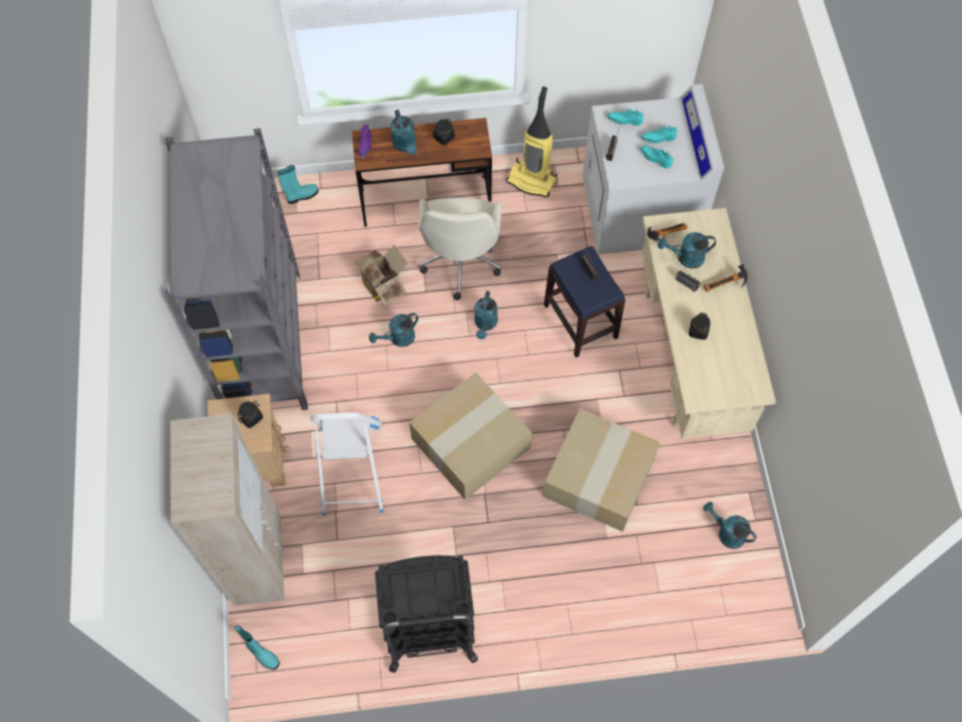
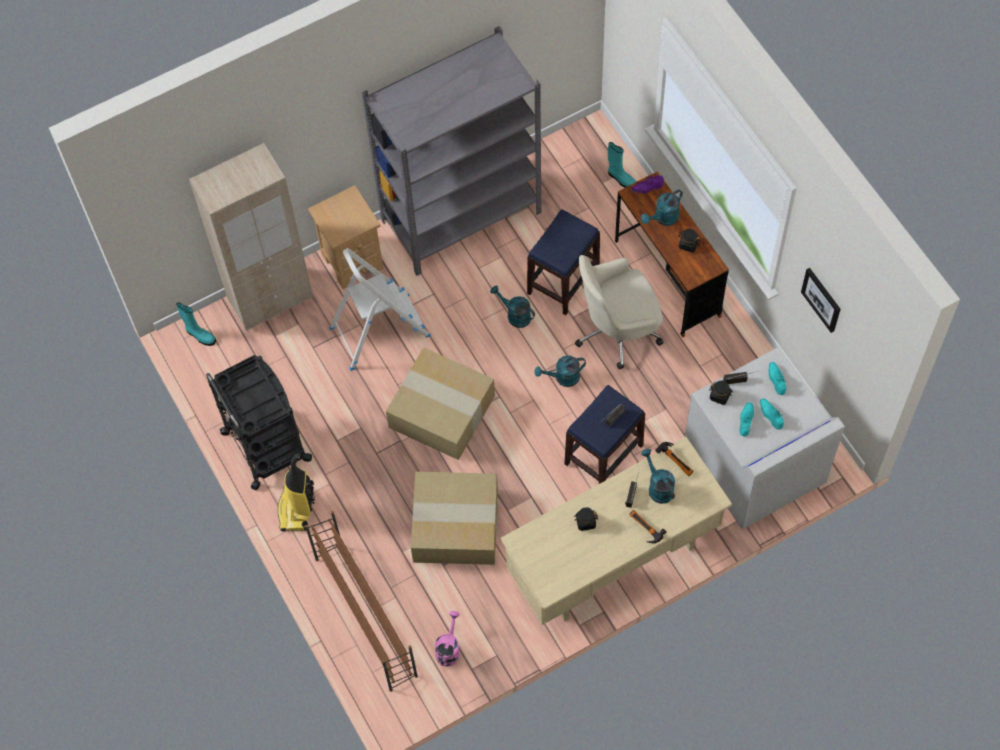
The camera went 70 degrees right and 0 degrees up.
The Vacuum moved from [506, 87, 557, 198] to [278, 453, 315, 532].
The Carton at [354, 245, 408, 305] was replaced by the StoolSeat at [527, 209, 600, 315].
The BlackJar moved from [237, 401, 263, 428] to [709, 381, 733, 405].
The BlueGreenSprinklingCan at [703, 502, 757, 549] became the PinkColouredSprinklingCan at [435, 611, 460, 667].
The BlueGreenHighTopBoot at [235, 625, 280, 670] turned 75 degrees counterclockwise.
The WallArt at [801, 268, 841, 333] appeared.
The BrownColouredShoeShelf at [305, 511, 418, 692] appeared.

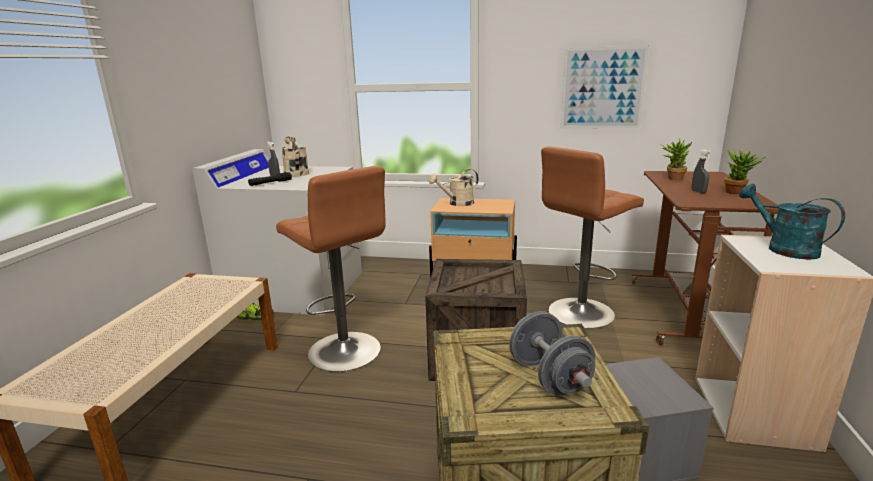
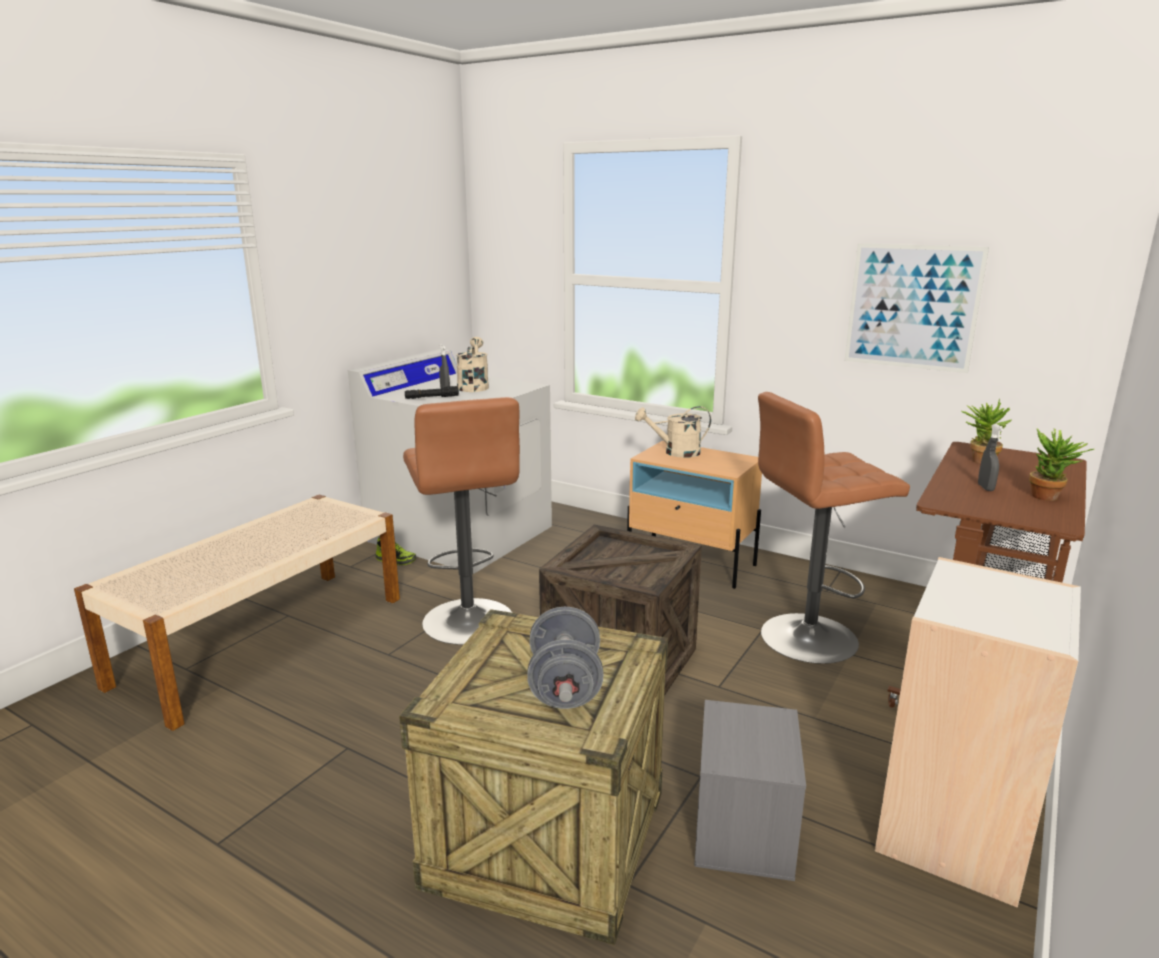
The camera went 20 degrees right and 0 degrees up.
The BlueGreenSprinklingCan at [739, 184, 845, 260] disappeared.

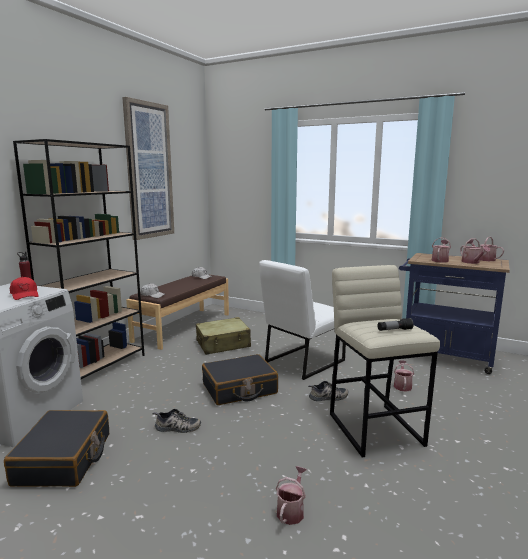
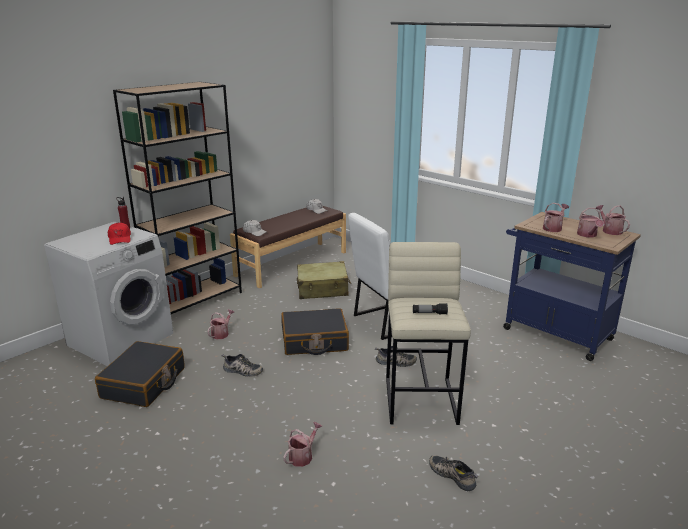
The camera went 15 degrees right and 10 degrees up.
The WallArt at [122, 97, 174, 240] disappeared.
The SprinklingCan moved from [394, 360, 414, 392] to [207, 309, 234, 339].
The Shoe at [429, 456, 478, 491] appeared.

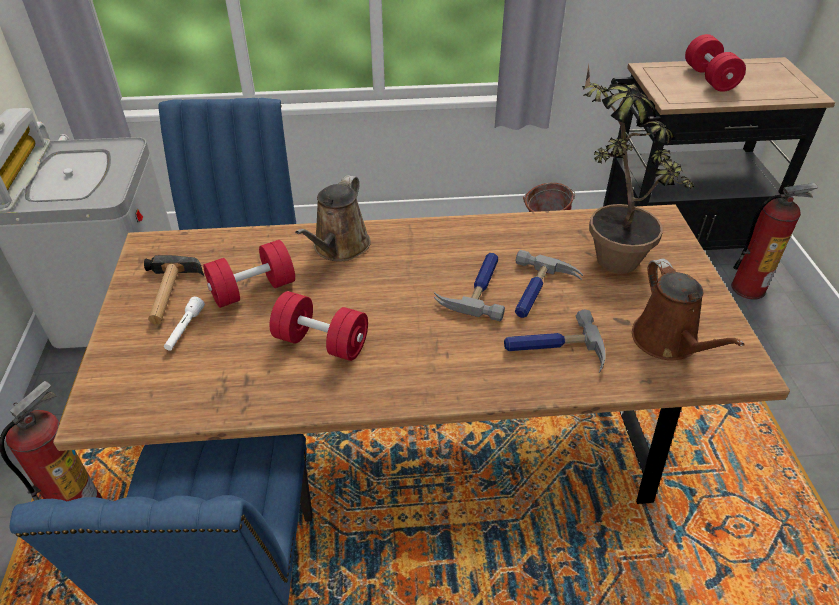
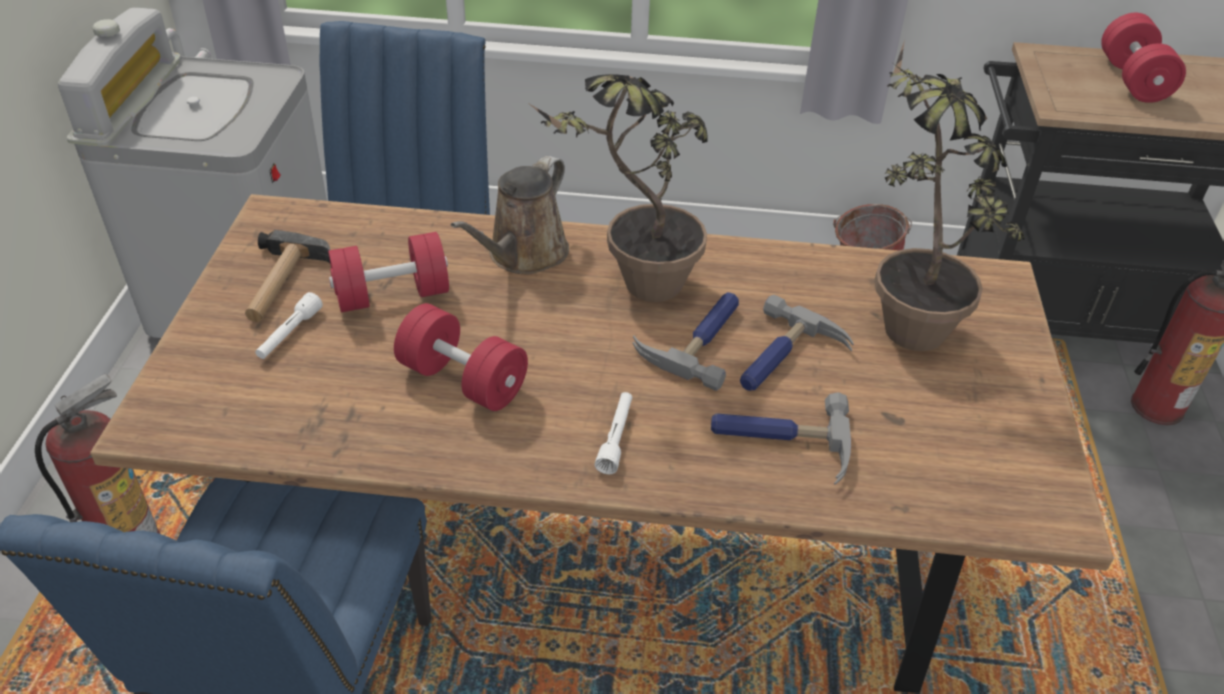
The camera went 10 degrees right and 0 degrees up.
The BrownColouredSprinklingCan at [632, 259, 745, 360] disappeared.
The PottedPlant at [528, 74, 708, 302] appeared.
The WhiteColouredTorch at [594, 392, 633, 474] appeared.

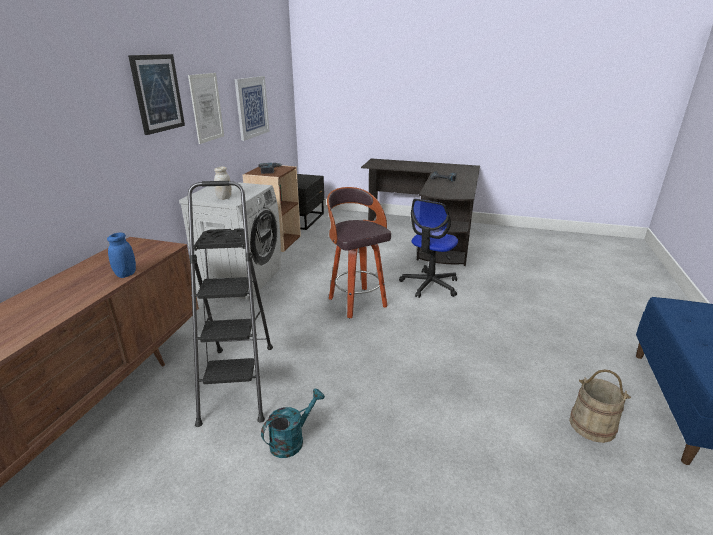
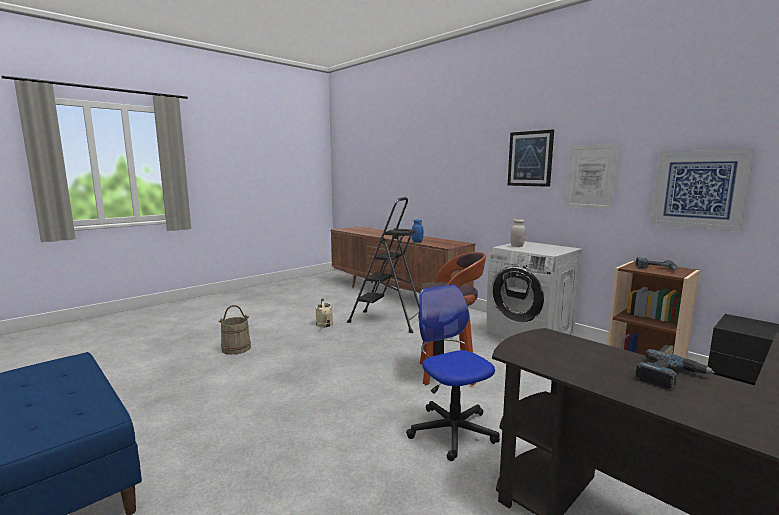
The camera went 120 degrees right and 15 degrees down.
The BeigePail moved from [569, 369, 631, 443] to [218, 305, 251, 355].
The BlueGreenSprinklingCan at [261, 389, 325, 458] became the BeigeSprinklingCan at [315, 299, 333, 327].

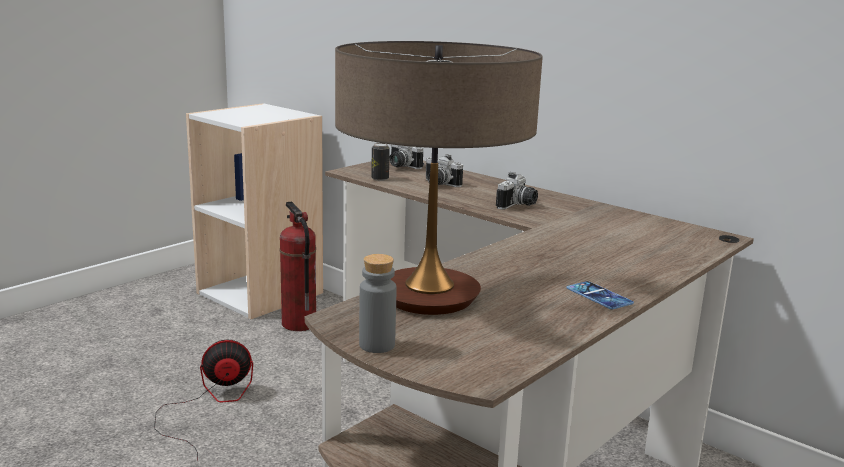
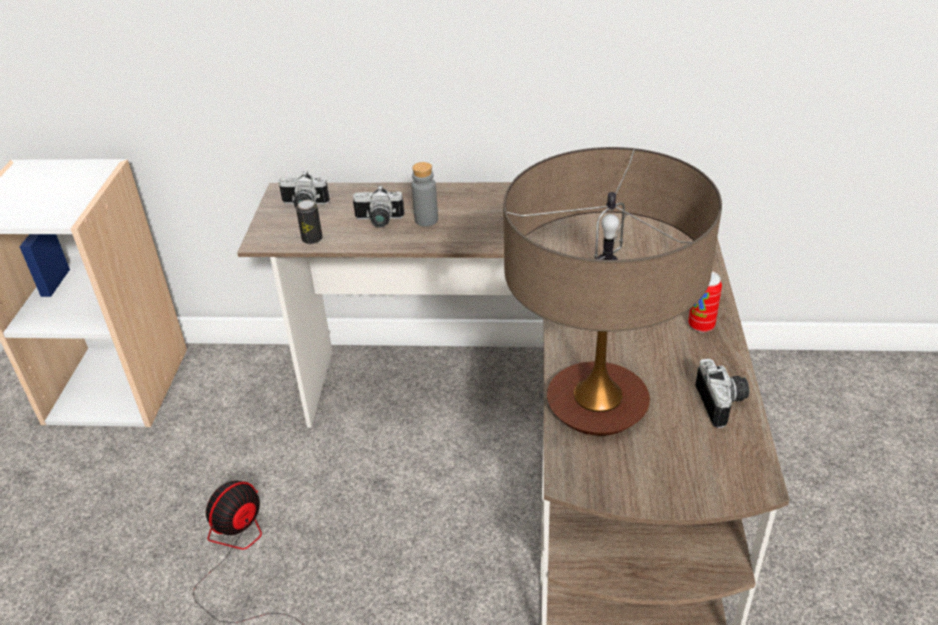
The camera went 35 degrees left and 20 degrees up.
The PhotoCamera moved from [496, 172, 538, 210] to [695, 359, 749, 428].
The FireExtinguisher at [280, 202, 316, 331] disappeared.
The GreyishBottle moved from [359, 254, 397, 353] to [411, 162, 438, 227].
The Telephone at [566, 281, 634, 309] was replaced by the SealedCan at [688, 271, 722, 332].

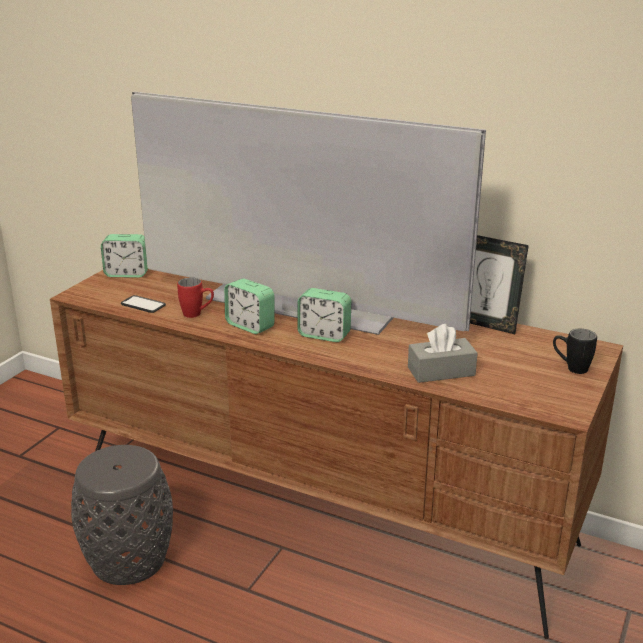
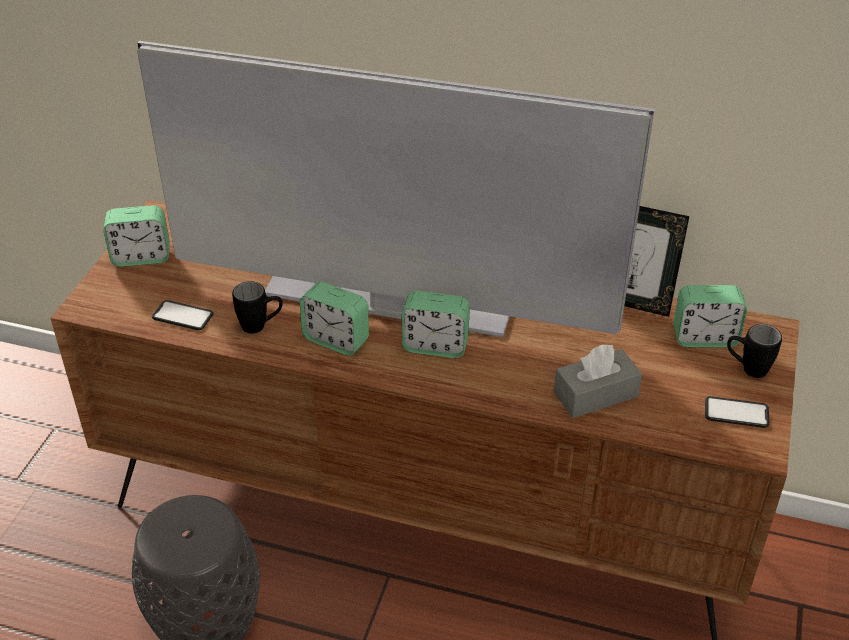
The camera went 10 degrees left and 15 degrees up.
The ReddishTeaMug at [177, 278, 214, 318] became the BlackTeaMug at [232, 281, 283, 334].
The TableClock at [673, 285, 747, 347] appeared.
The Telephone at [705, 396, 770, 428] appeared.

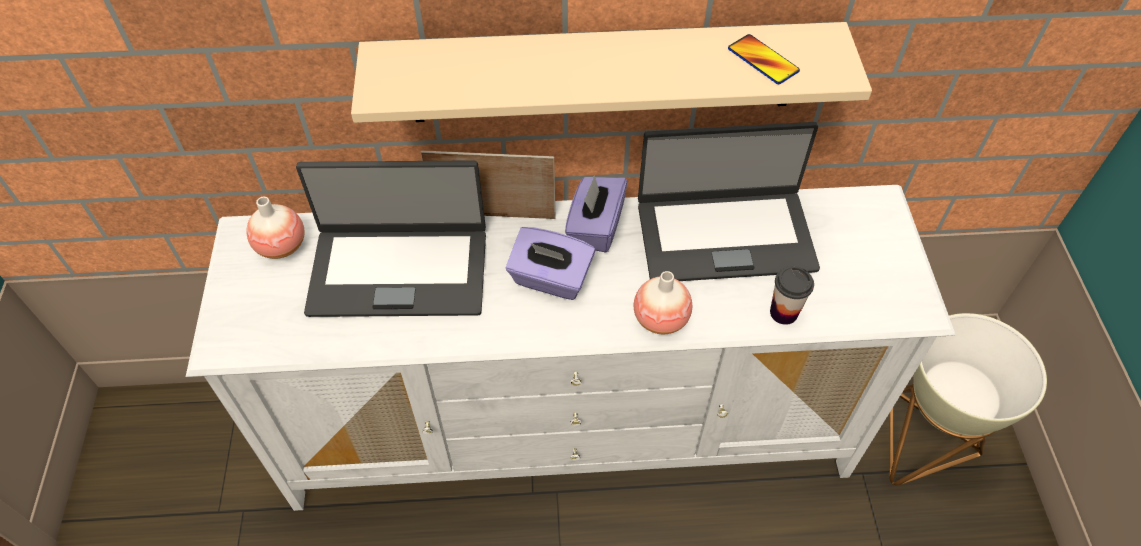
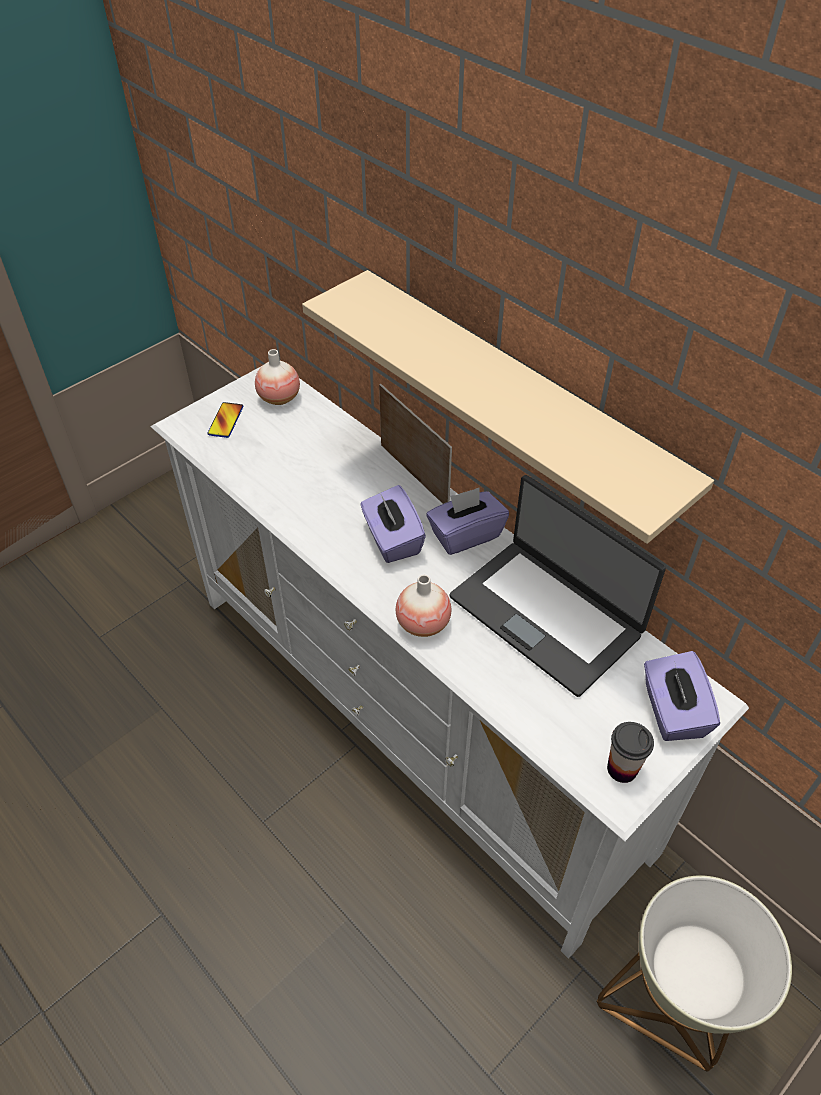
The camera went 50 degrees right and 5 degrees down.
The Telephone moved from [728, 34, 800, 84] to [208, 402, 243, 438].
The NotebookComputer at [296, 160, 486, 317] disappeared.
The SmallCup moved from [770, 266, 814, 325] to [607, 722, 654, 783].
The PurplishTissueBox at [644, 651, 720, 741] appeared.

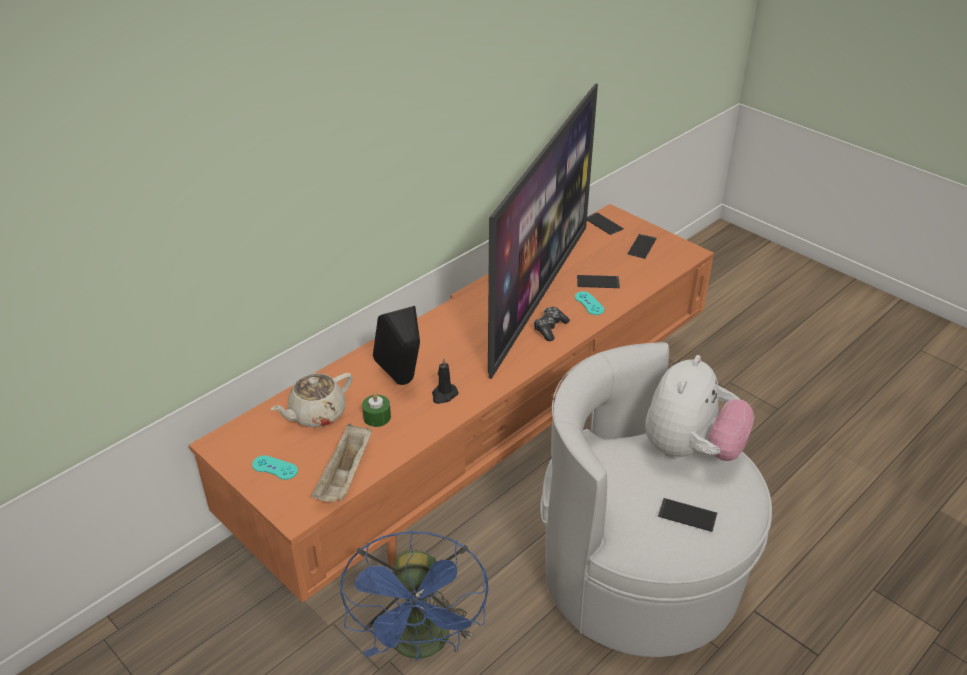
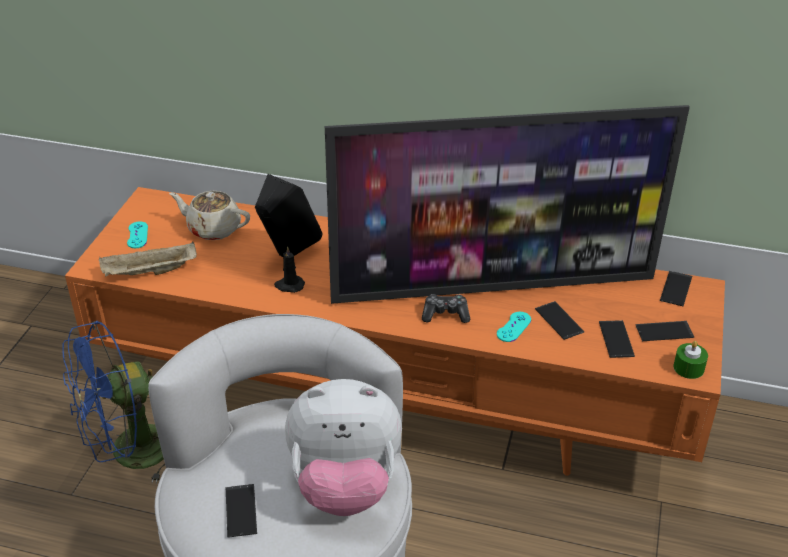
The camera went 60 degrees right and 0 degrees up.
The GreenishWaxCandle moved from [362, 392, 391, 427] to [674, 341, 708, 379].
The Telephone at [599, 320, 635, 358] appeared.

